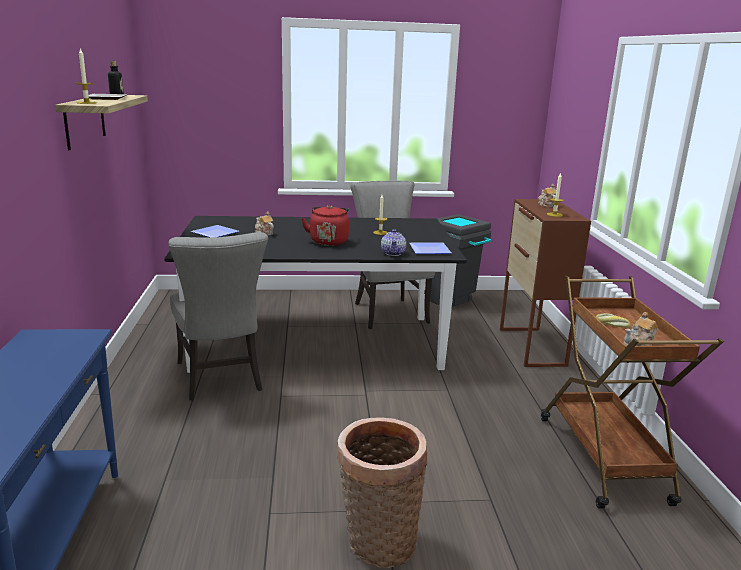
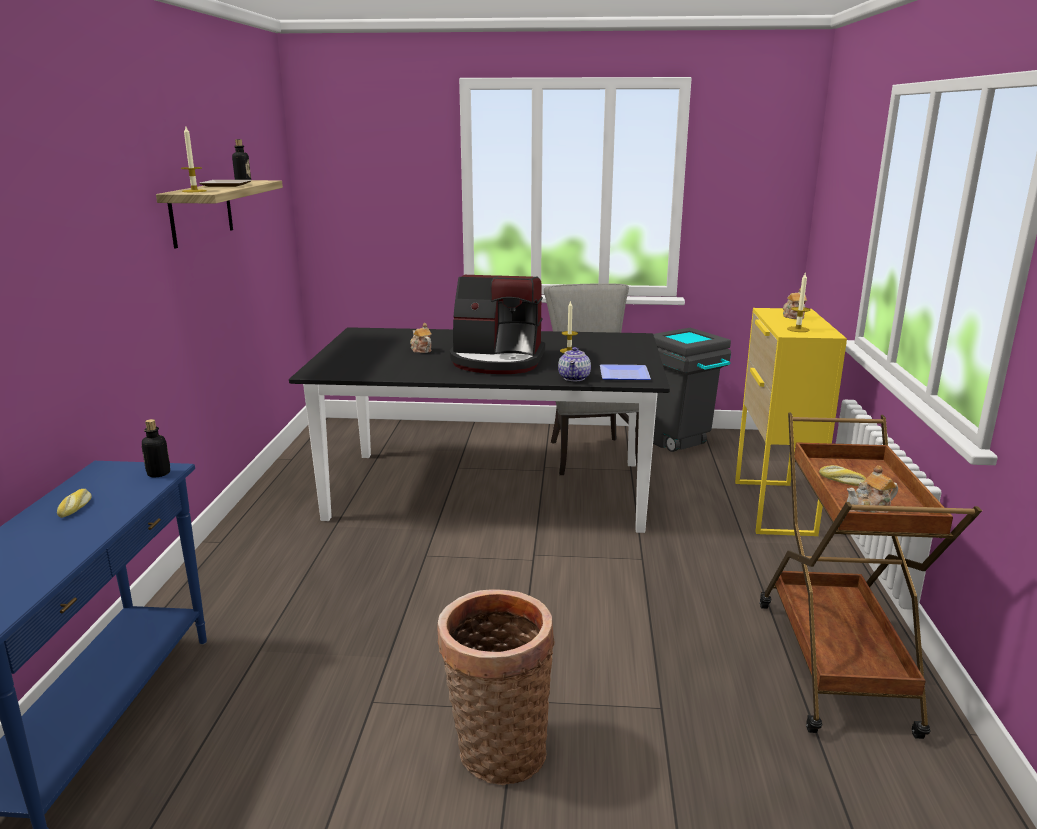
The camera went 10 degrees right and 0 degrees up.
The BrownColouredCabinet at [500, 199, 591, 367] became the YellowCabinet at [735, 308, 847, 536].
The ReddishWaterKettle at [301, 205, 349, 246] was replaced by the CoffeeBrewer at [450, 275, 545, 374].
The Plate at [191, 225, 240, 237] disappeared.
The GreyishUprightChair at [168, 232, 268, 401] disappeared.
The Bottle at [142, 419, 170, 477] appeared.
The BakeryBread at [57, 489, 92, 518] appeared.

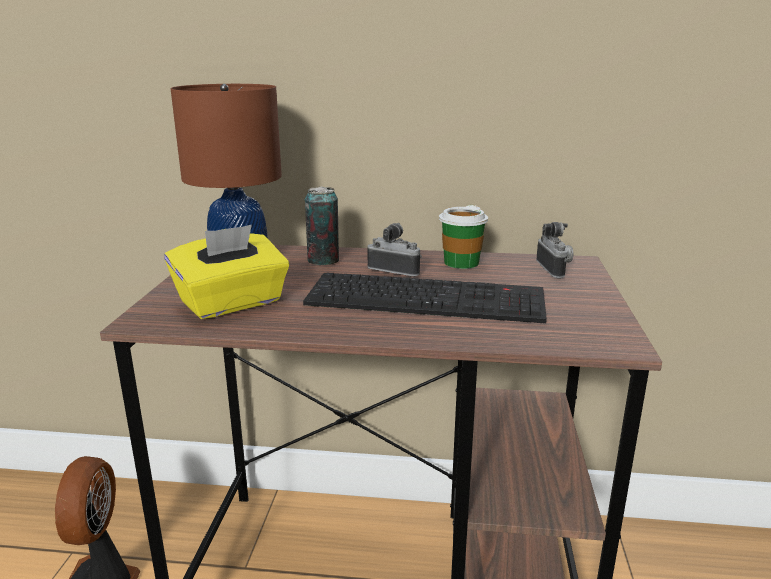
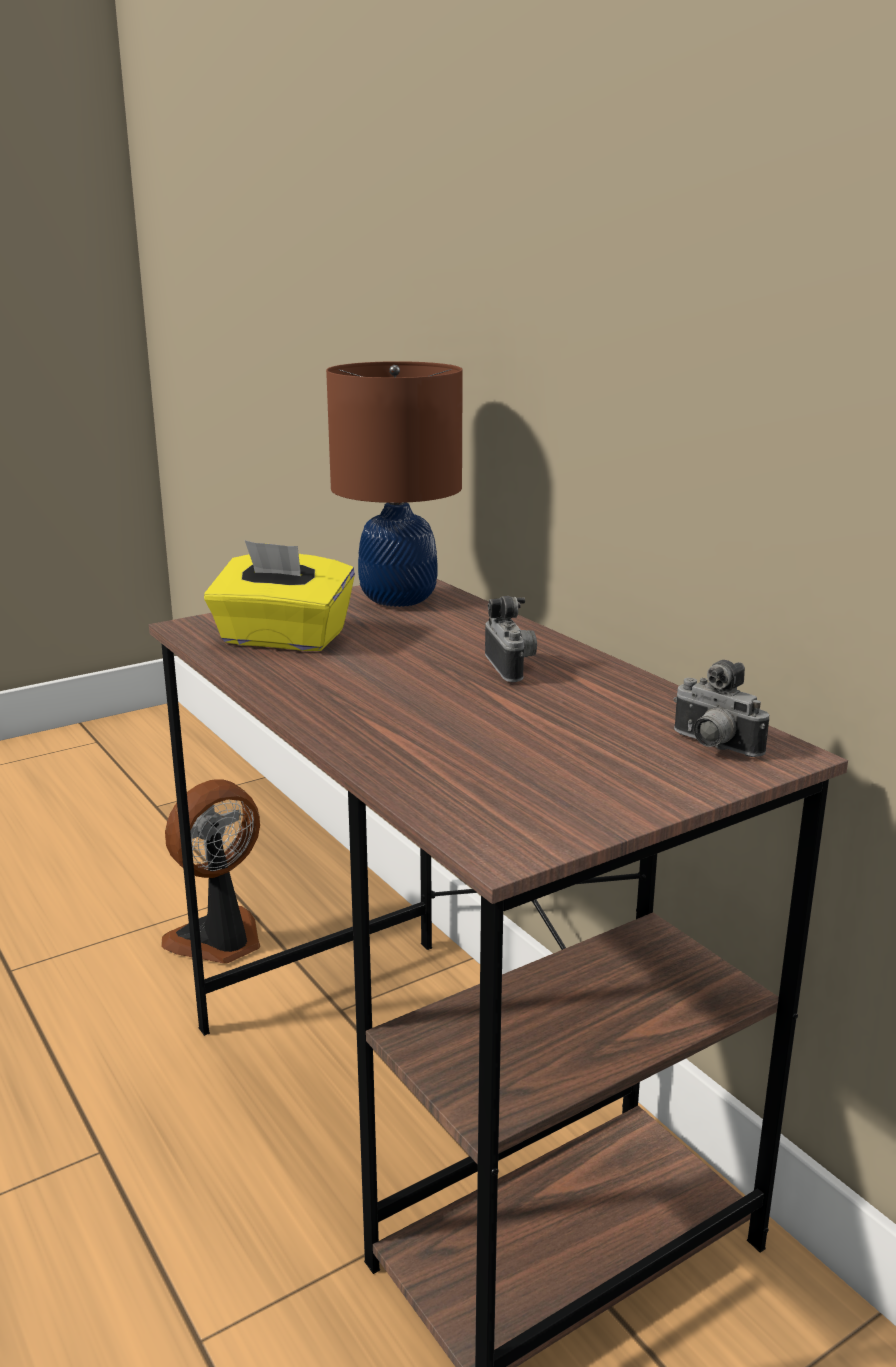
The camera went 50 degrees right and 0 degrees up.
The SealedCan at [304, 186, 339, 265] disappeared.
The SmallCup at [439, 205, 488, 269] disappeared.
The PhotoCamera at [536, 222, 573, 278] turned 90 degrees clockwise.
The Keyboard at [303, 272, 547, 324] disappeared.

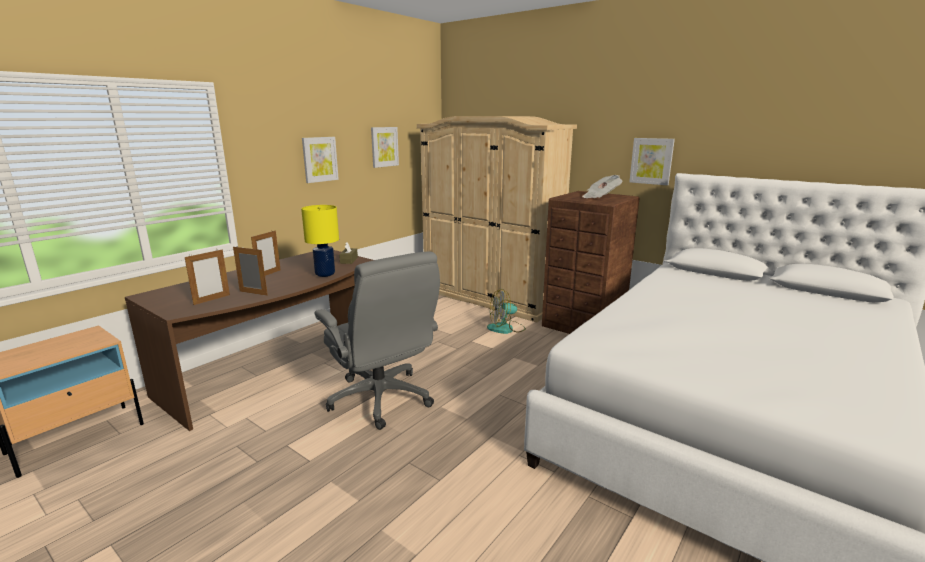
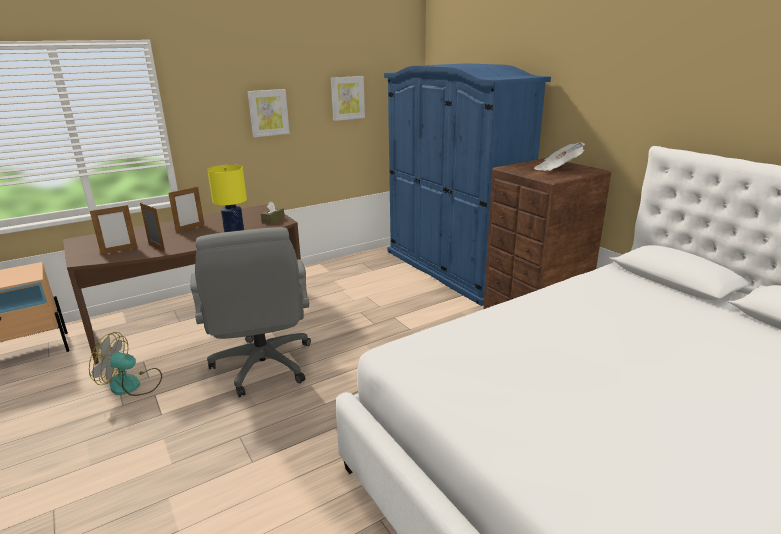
The camera went 20 degrees right and 5 degrees up.
The BeigeClothesCupboard at [417, 116, 577, 322] became the BlueColouredClothesCupboard at [384, 64, 551, 306].
The WallArt at [629, 138, 675, 185] disappeared.
The Fan moved from [487, 289, 526, 334] to [89, 332, 162, 396].

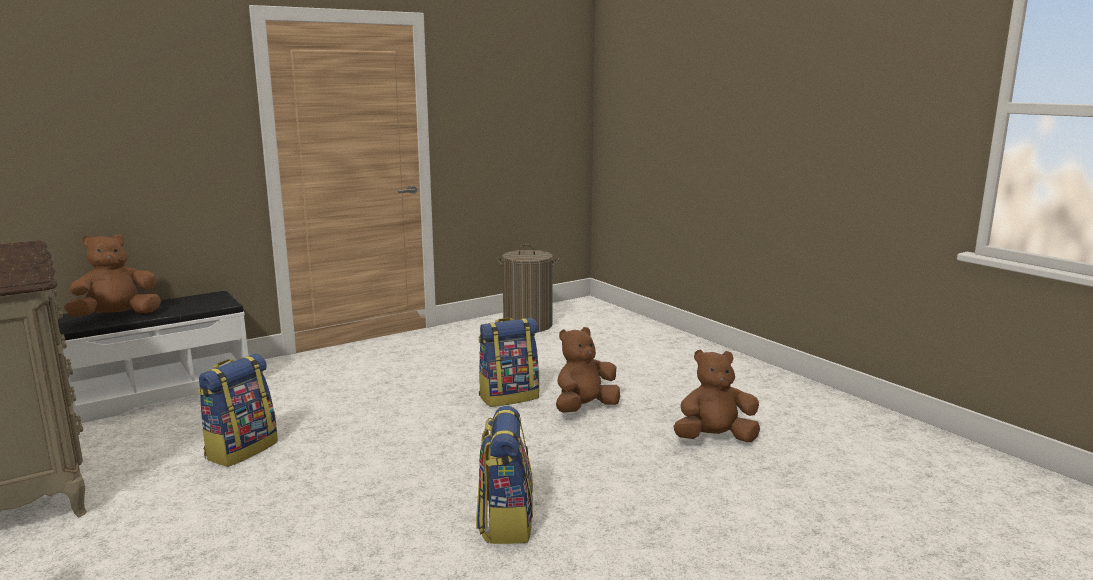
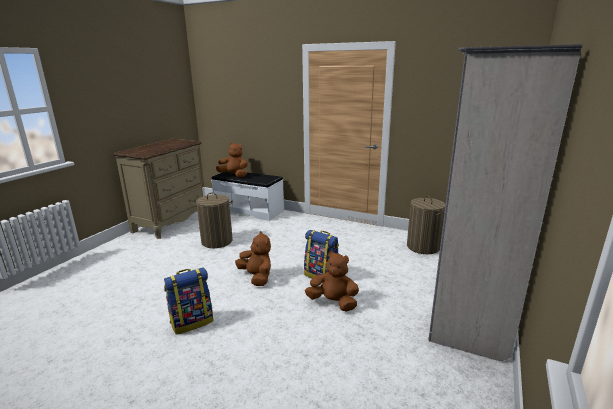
The camera went 60 degrees right and 5 degrees up.
The BrownColouredSoftToy moved from [674, 350, 760, 442] to [235, 231, 271, 286].
The Backpack at [197, 354, 278, 467] was replaced by the Hamper at [193, 193, 233, 248].
The GreyishClothesCupboard at [429, 44, 583, 361] appeared.

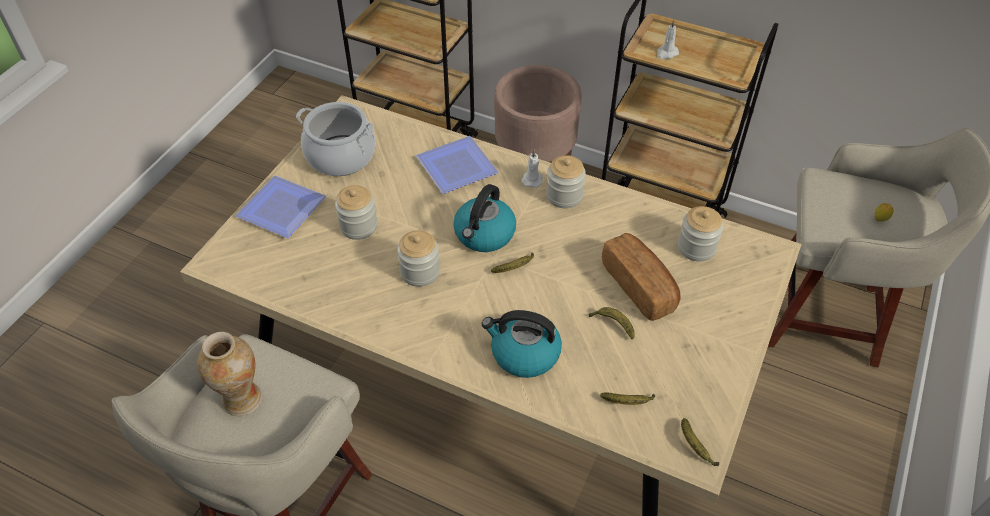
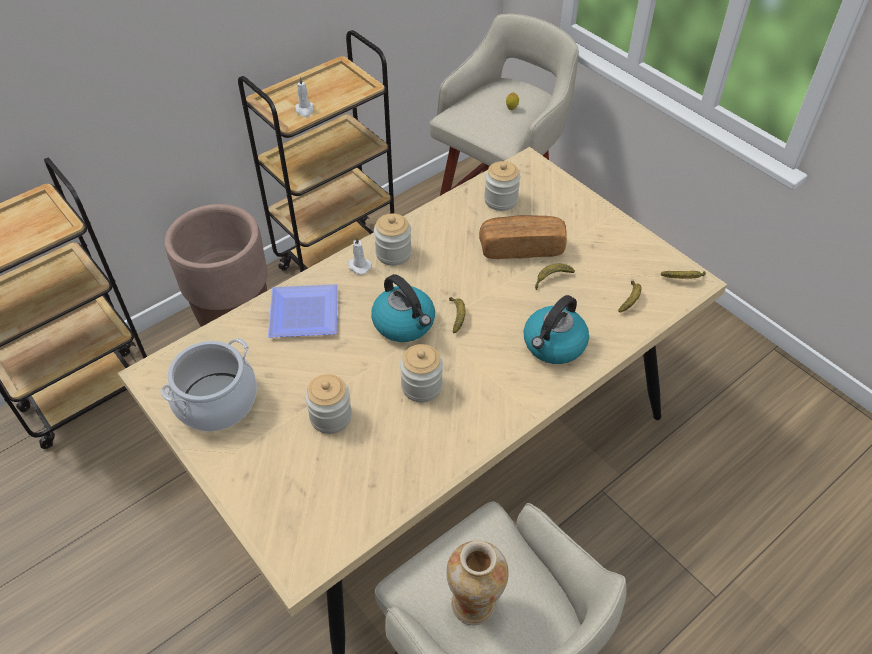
The camera went 65 degrees left and 0 degrees up.
The Plate at [235, 176, 326, 238] disappeared.

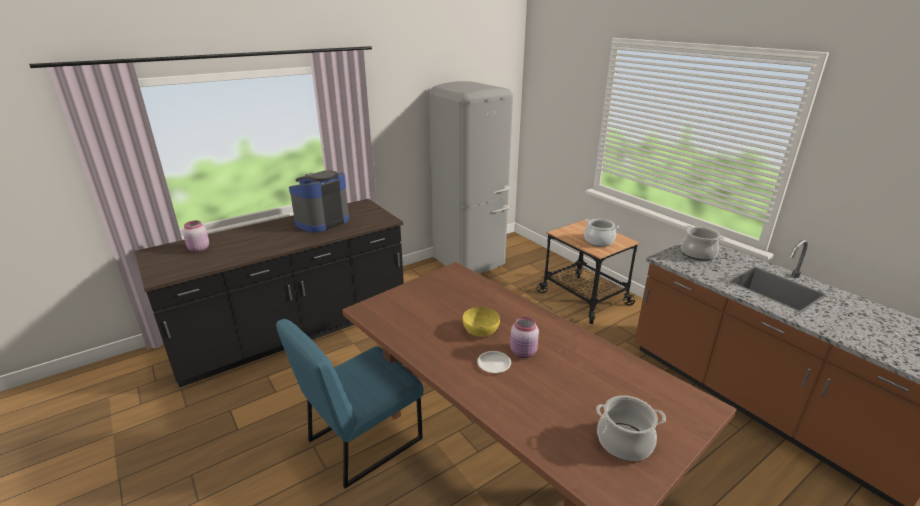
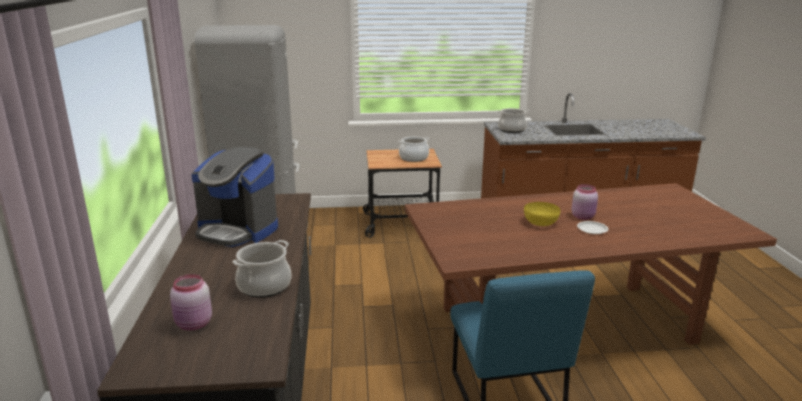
The camera went 60 degrees left and 5 degrees down.
The CoffeeBrewer at [289, 170, 349, 233] turned 45 degrees counterclockwise.
The Stockpot moved from [596, 395, 666, 461] to [232, 240, 291, 298].

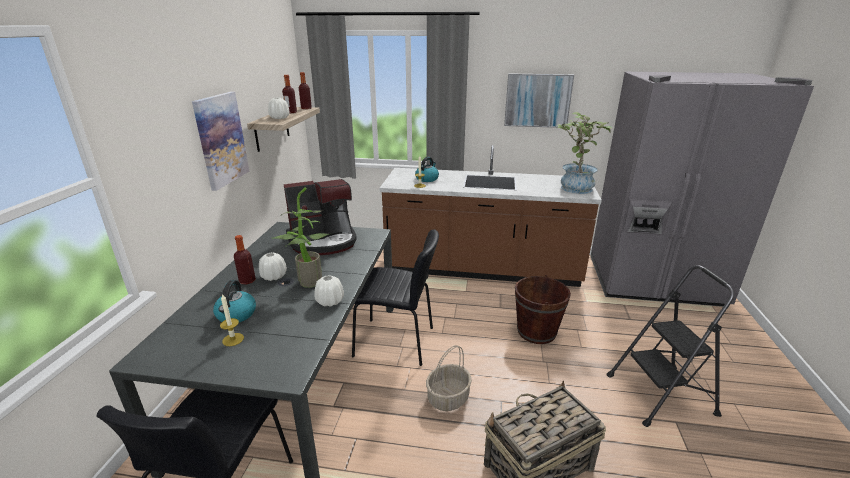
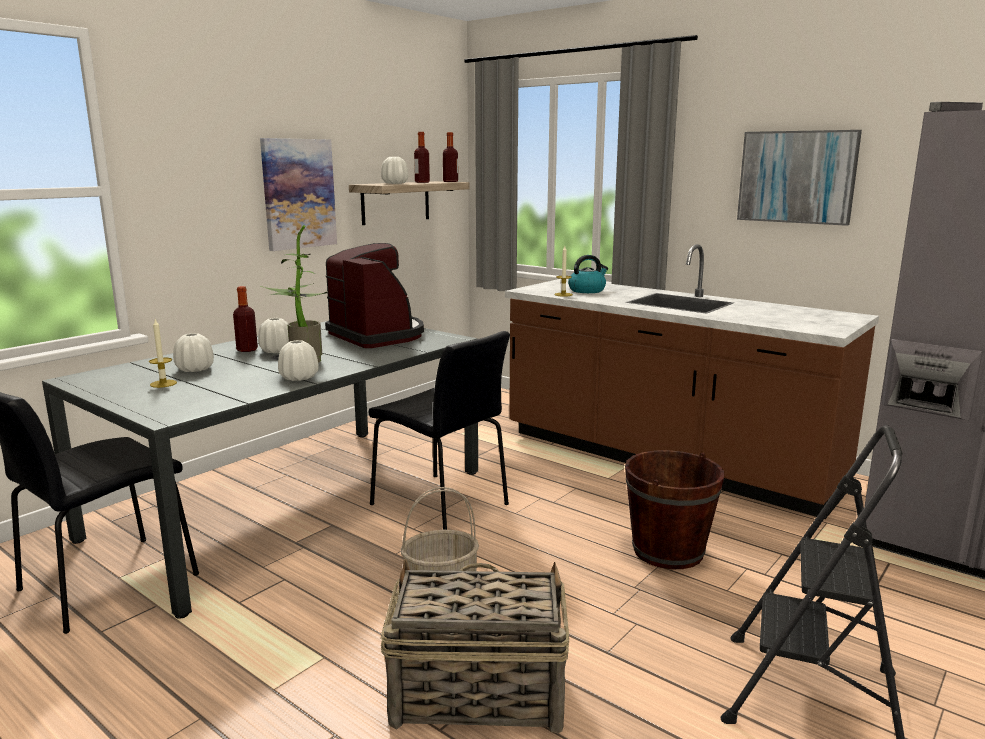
The camera went 30 degrees right and 10 degrees down.
The PottedPlant at [556, 112, 612, 194] disappeared.
The CoffeeBrewer at [283, 179, 357, 255] turned 135 degrees counterclockwise.
The WaterKettle at [213, 280, 256, 322] was replaced by the WhiteColouredFlowerVase at [173, 333, 214, 372].

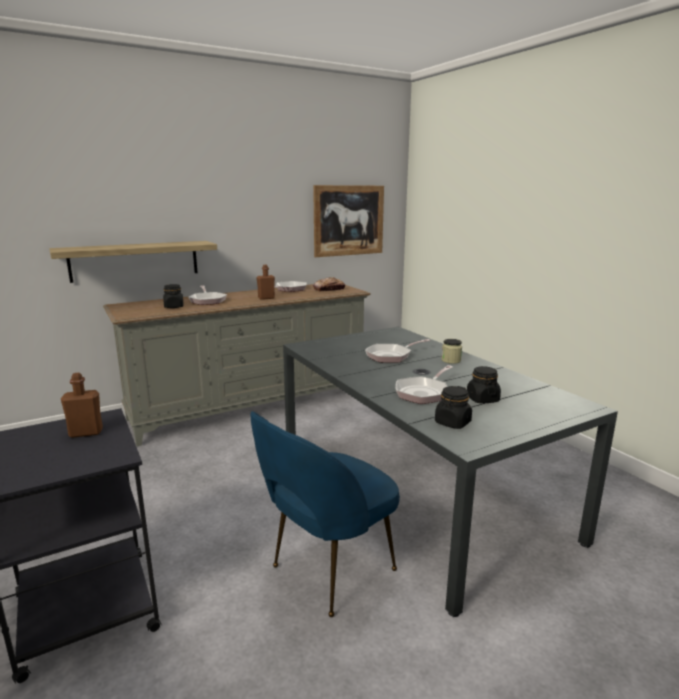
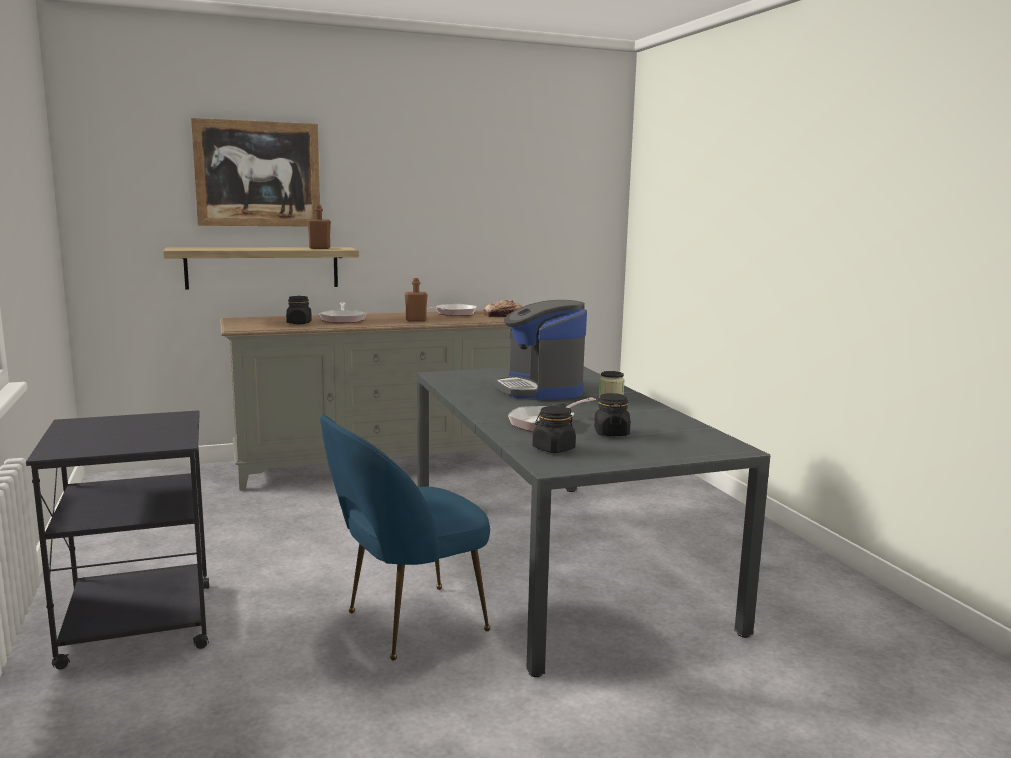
The camera went 10 degrees right and 5 degrees down.
The WallArt moved from [313, 185, 384, 257] to [191, 118, 320, 226].
The Pan at [365, 339, 430, 363] was replaced by the CoffeeBrewer at [494, 300, 587, 400].
The BrownColouredBottle moved from [61, 373, 103, 438] to [307, 205, 331, 249].

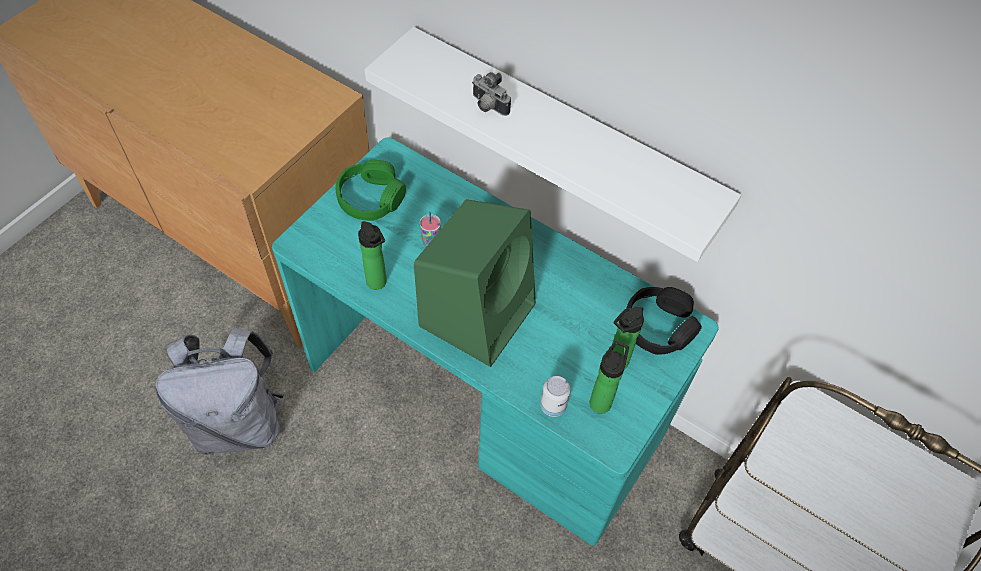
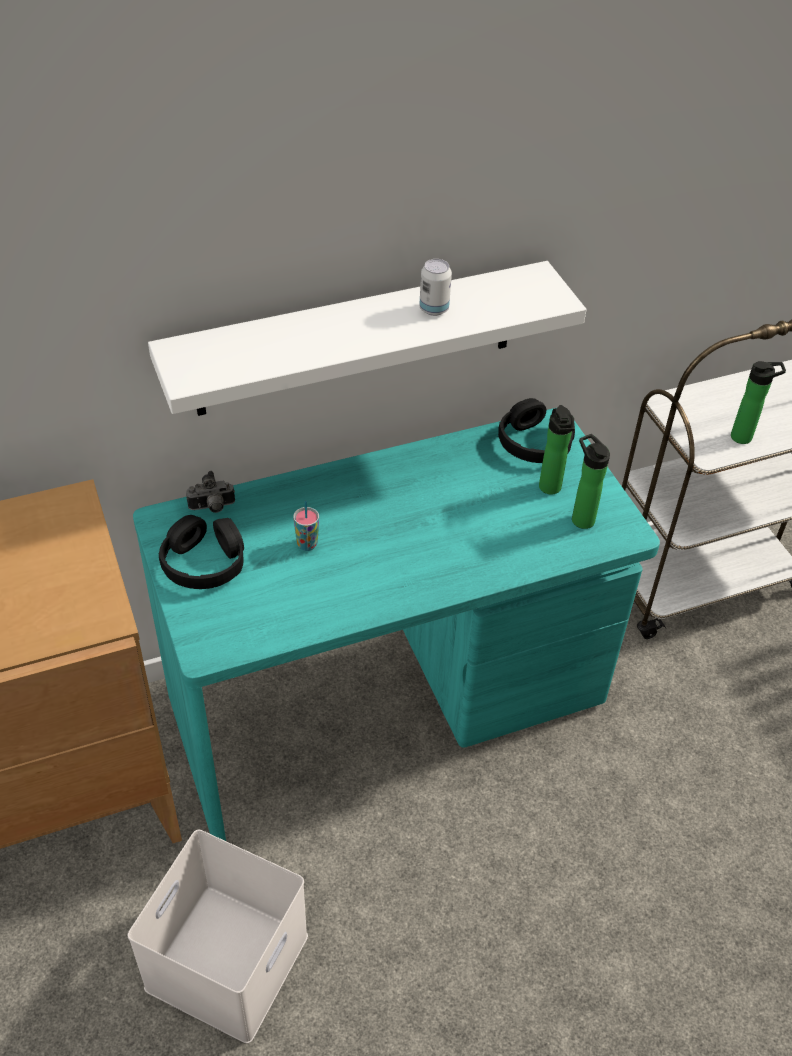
The camera went 55 degrees left and 10 degrees down.
The PhotoCamera moved from [472, 72, 511, 116] to [186, 471, 235, 513].
The GreenishPairOfHeadphones at [335, 160, 406, 221] became the BlackPairOfHeadphones at [159, 515, 244, 589].
The GreenishAudioSpeaker at [414, 199, 536, 367] disappeared.
The Bottle moved from [358, 221, 387, 290] to [731, 361, 786, 444].
The GreyishBackpack at [156, 328, 283, 455] was replaced by the WhiteColouredStorageBox at [128, 829, 308, 1044].
The SealedCan moved from [540, 376, 571, 417] to [419, 259, 452, 316].

